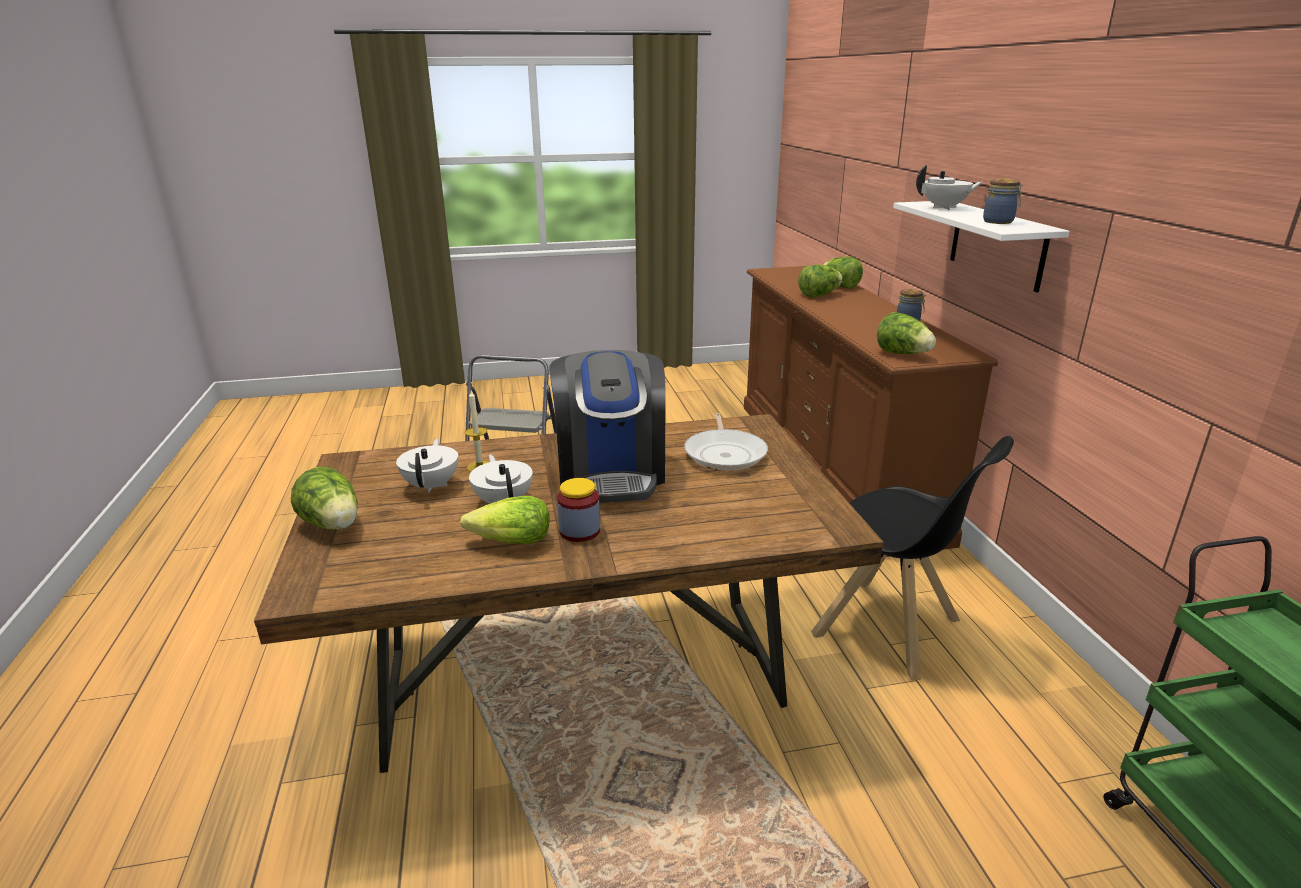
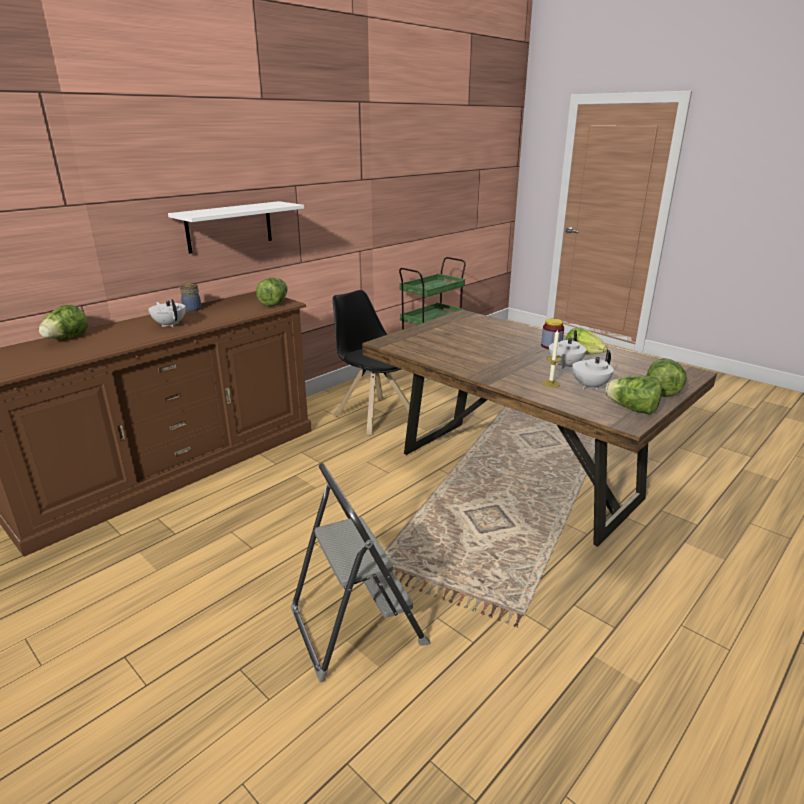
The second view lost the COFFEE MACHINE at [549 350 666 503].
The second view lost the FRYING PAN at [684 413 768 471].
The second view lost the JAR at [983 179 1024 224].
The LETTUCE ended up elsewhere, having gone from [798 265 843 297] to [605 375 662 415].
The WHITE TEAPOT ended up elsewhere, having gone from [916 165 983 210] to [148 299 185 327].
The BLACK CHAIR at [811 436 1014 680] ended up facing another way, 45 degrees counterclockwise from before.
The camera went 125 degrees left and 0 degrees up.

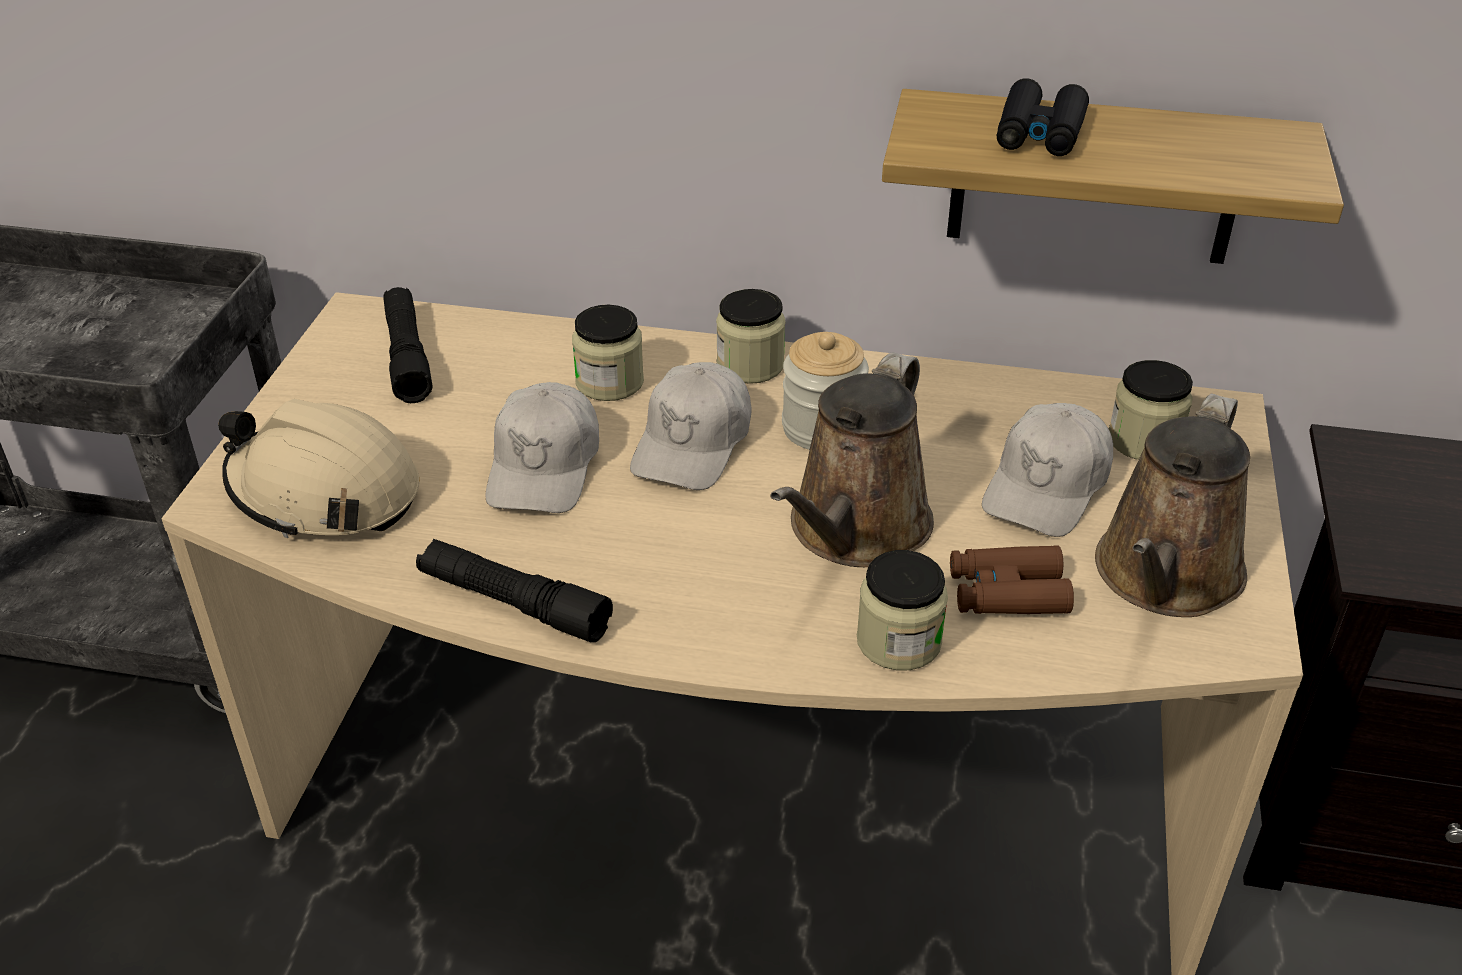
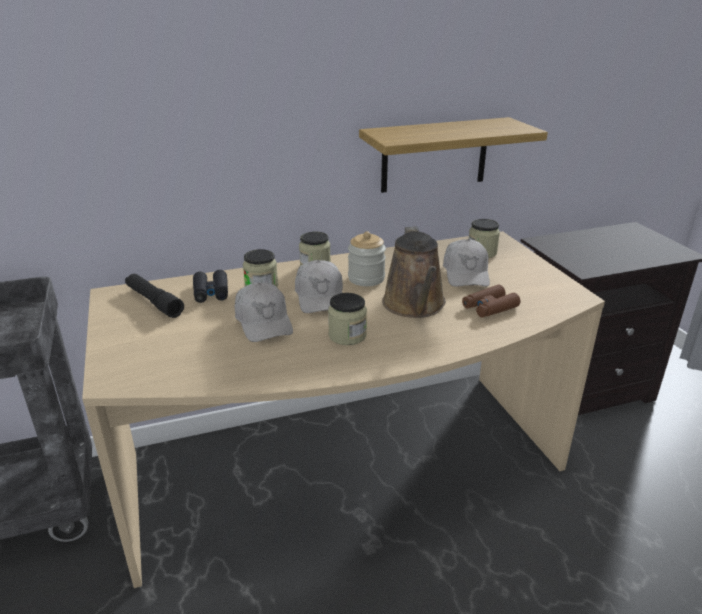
The second view lost the BEIGE HARD HAT at [218 399 420 538].
The second view lost the BLACK FLASHLIGHT at [416 539 613 642].
The second view lost the BROWN WATERING CAN at [1095 394 1250 617].
The JAR ended up elsewhere, having gone from [857 550 948 670] to [328 293 367 345].
The BLACK BINOCULARS ended up elsewhere, having gone from [997 78 1089 156] to [193 270 228 303].
The camera went 30 degrees left and 10 degrees down.

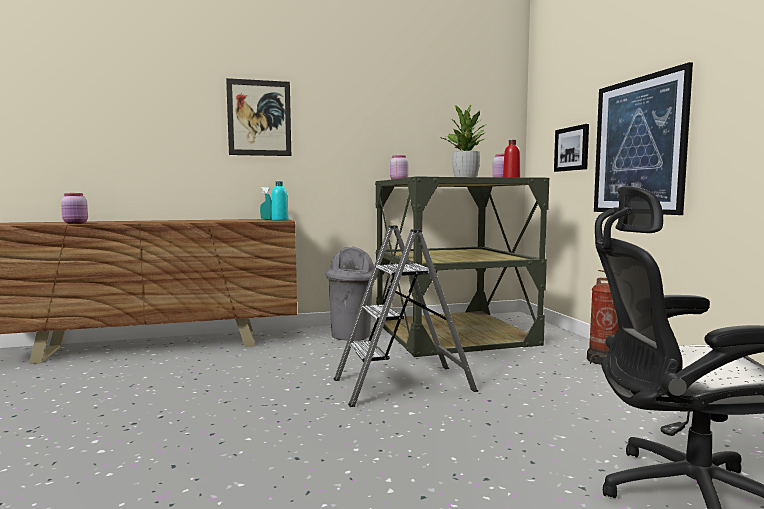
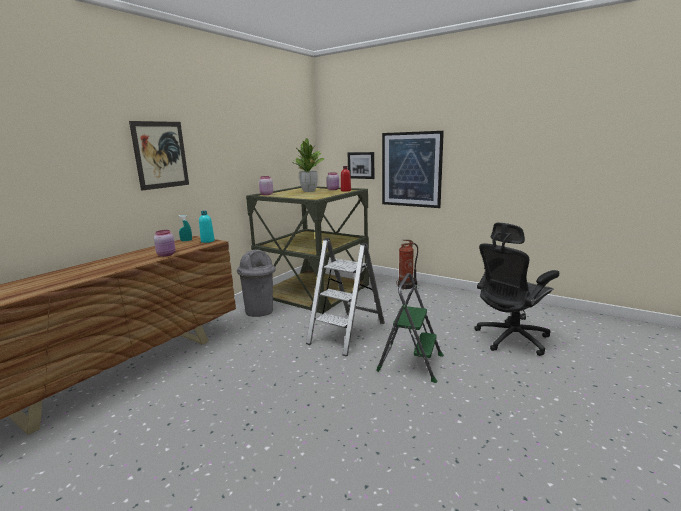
The second view gained the GREEN STEP LADDER at [376 273 444 383].
The PINK JAR ended up elsewhere, having gone from [61 193 88 224] to [154 230 175 257].
The camera went 40 degrees left and 10 degrees up.

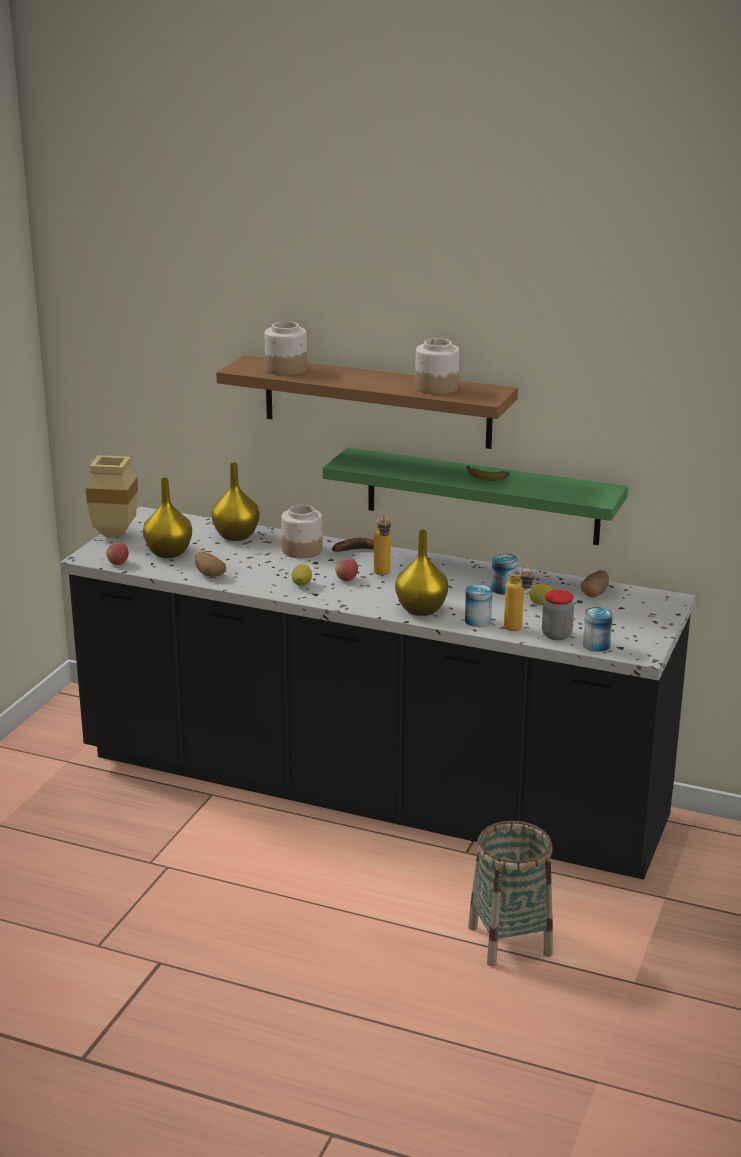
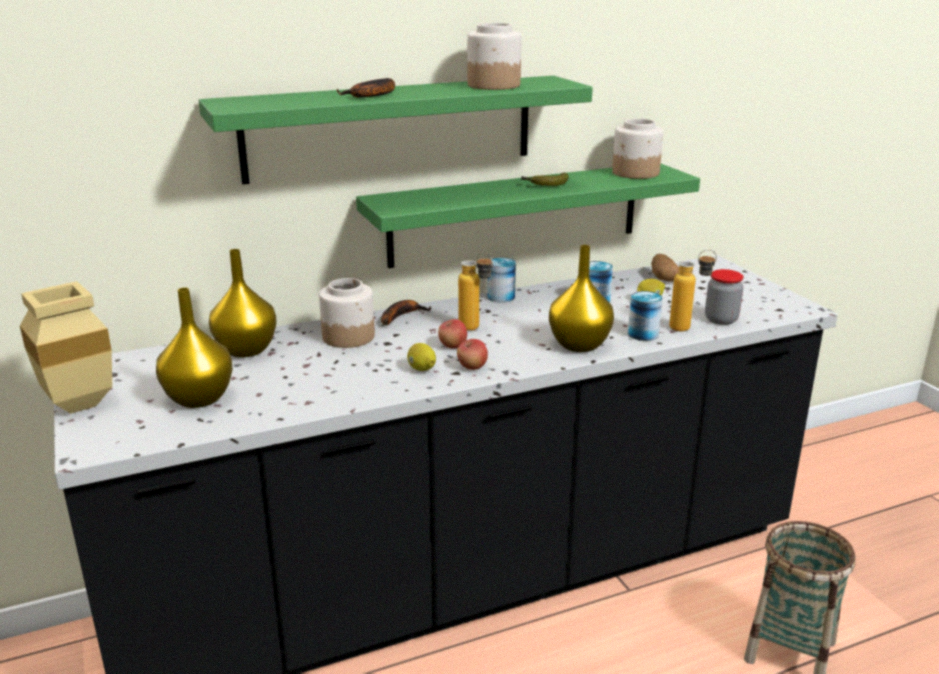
The second view lost the POTATO at [195 552 226 577].
The second view gained the BANANA at [336 78 395 98].
The APPLE ended up elsewhere, having gone from [106 543 129 565] to [457 339 488 370].
The JAR ended up elsewhere, having gone from [265 321 307 375] to [612 119 663 179].
The CAN ended up elsewhere, having gone from [583 607 613 652] to [487 258 516 303].
What was the BROWN SHELF at [216 355 518 449] turned into the GREEN SHELF at [198 76 593 185].
The camera went 45 degrees left and 0 degrees up.

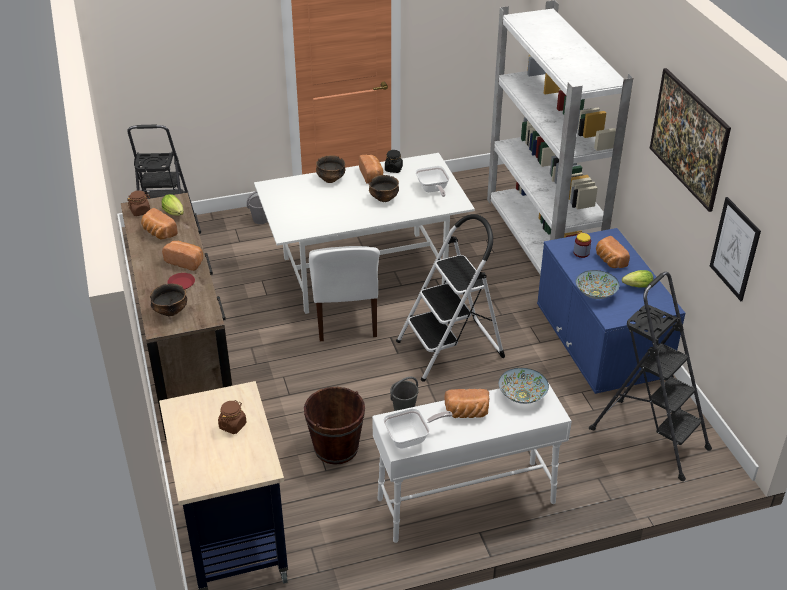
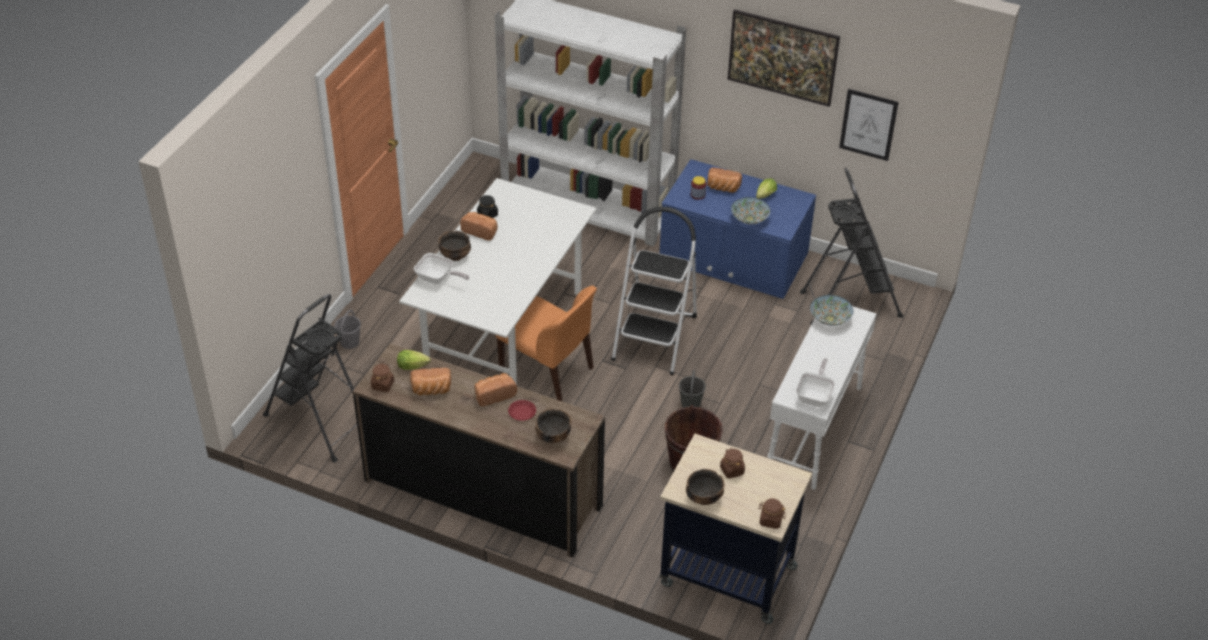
The second view lost the BREAD at [444 389 489 418].
The second view gained the BROWN JAR at [758 498 786 529].
The BOWL ended up elsewhere, having gone from [369 175 399 202] to [686 469 725 505].
The FRYING PAN ended up elsewhere, having gone from [415 166 450 197] to [414 253 469 285].
What was the WHITE CHAIR at [309 246 380 341] turned into the ORANGE CHAIR at [496 286 597 401].
The camera went 50 degrees left and 5 degrees up.

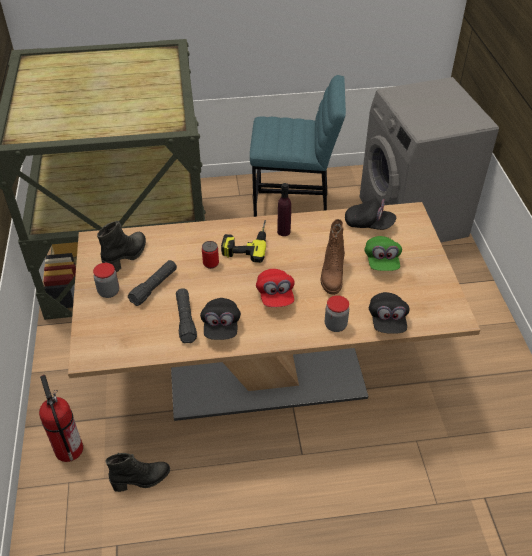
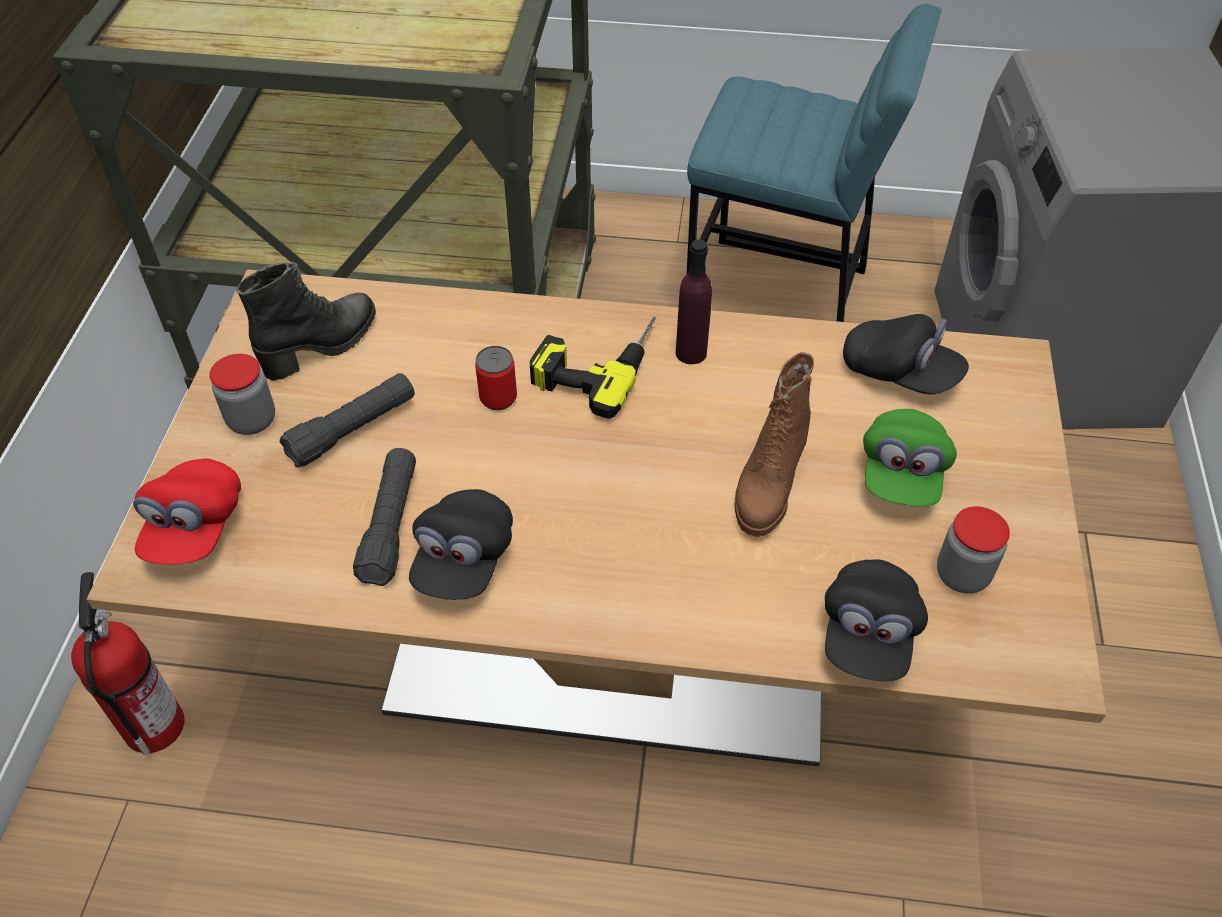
The second view lost the BLACK BOOT at [105 453 170 492].
The RED CAP ended up elsewhere, having gone from [256 269 295 307] to [133 458 241 565].
The JAR ended up elsewhere, having gone from [325 295 349 332] to [937 507 1010 594].
The camera went 15 degrees right and 5 degrees up.

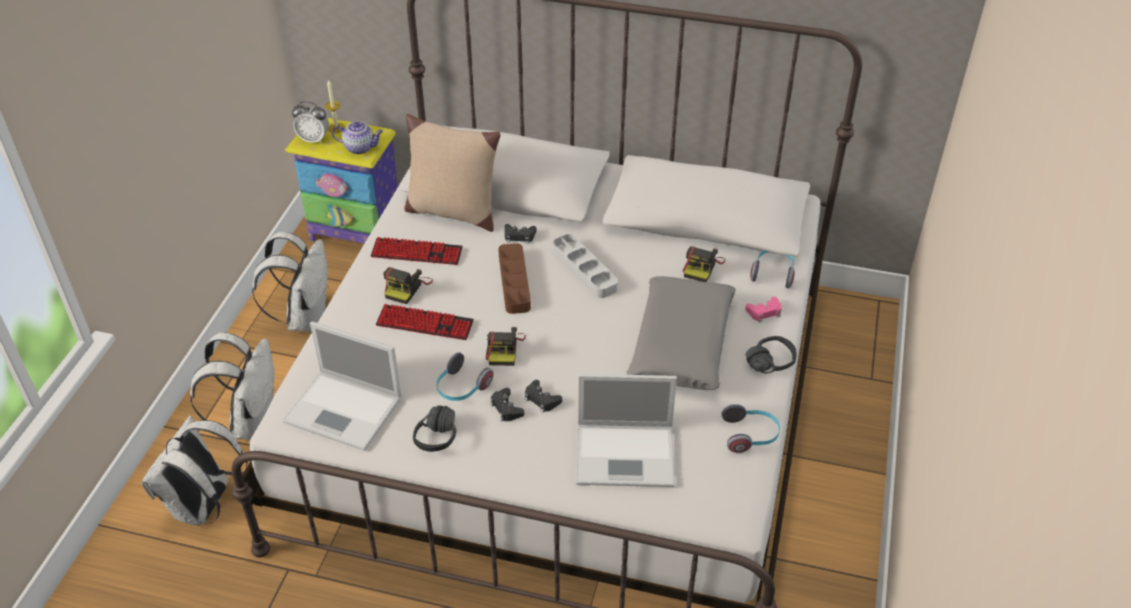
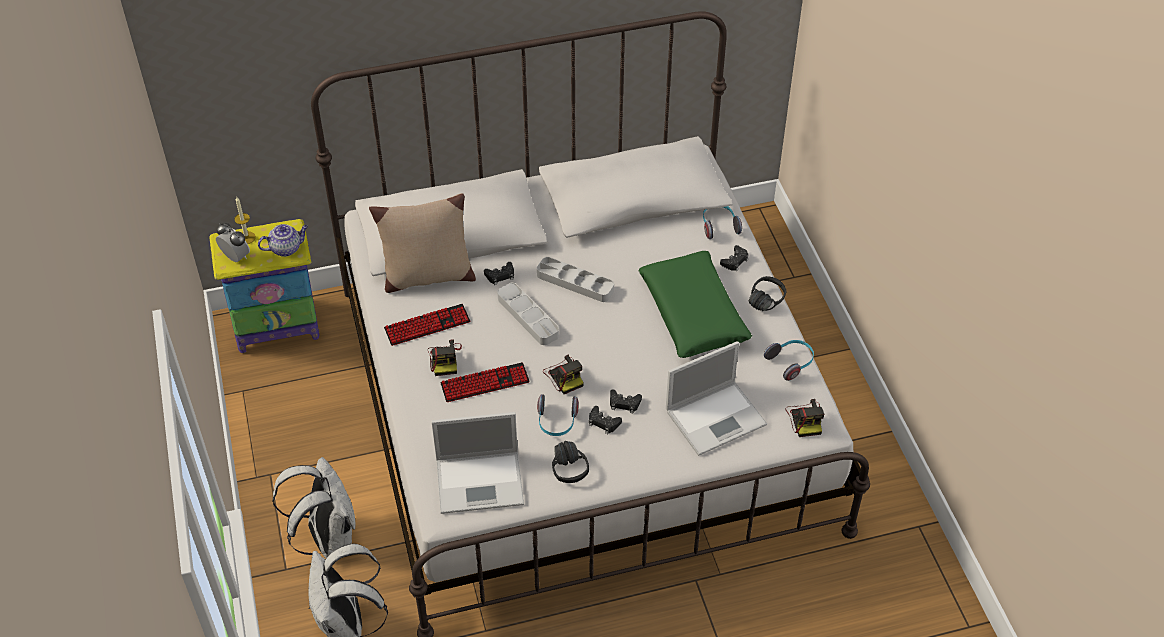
The second view lost the WHITE BACKPACK at [252 232 329 332].
The PHOTO CAMERA ended up elsewhere, having gone from [683 246 725 282] to [786 399 824 437].
What was the BROWN TRAY at [498 243 531 314] turned into the GREY TRAY at [497 283 559 345].
What was the GREY PILLOW at [626 276 736 390] turned into the GREEN PILLOW at [639 251 752 358].
What was the PINK GAME CONTROLLER at [745 297 782 323] turned into the BLACK GAME CONTROLLER at [720 245 749 271].
The ALARM CLOCK at [292 101 329 144] ended up facing another way, 120 degrees counterclockwise from before.
The camera went 30 degrees left and 5 degrees up.

